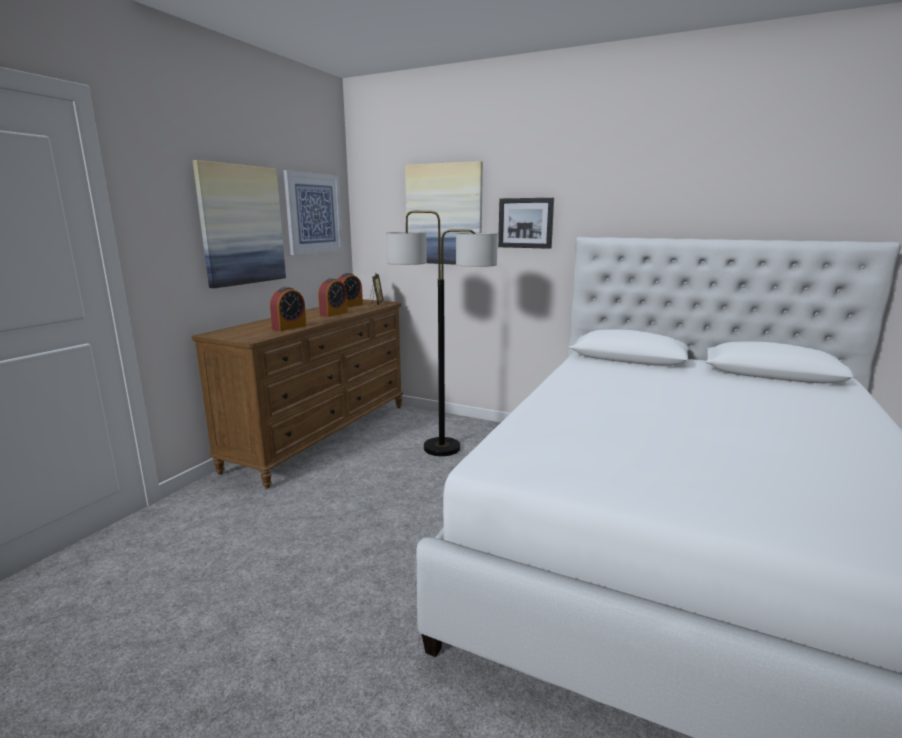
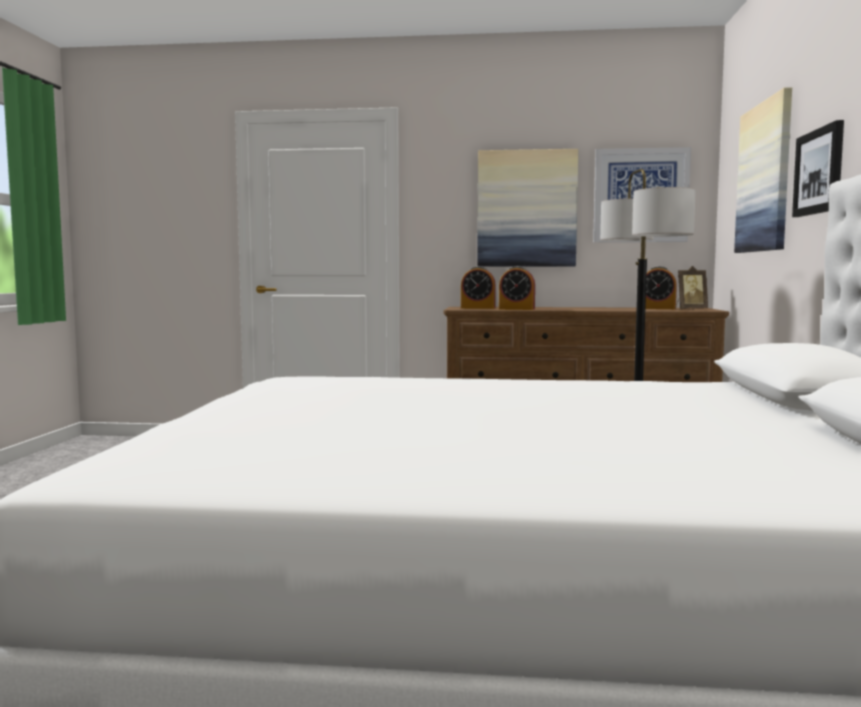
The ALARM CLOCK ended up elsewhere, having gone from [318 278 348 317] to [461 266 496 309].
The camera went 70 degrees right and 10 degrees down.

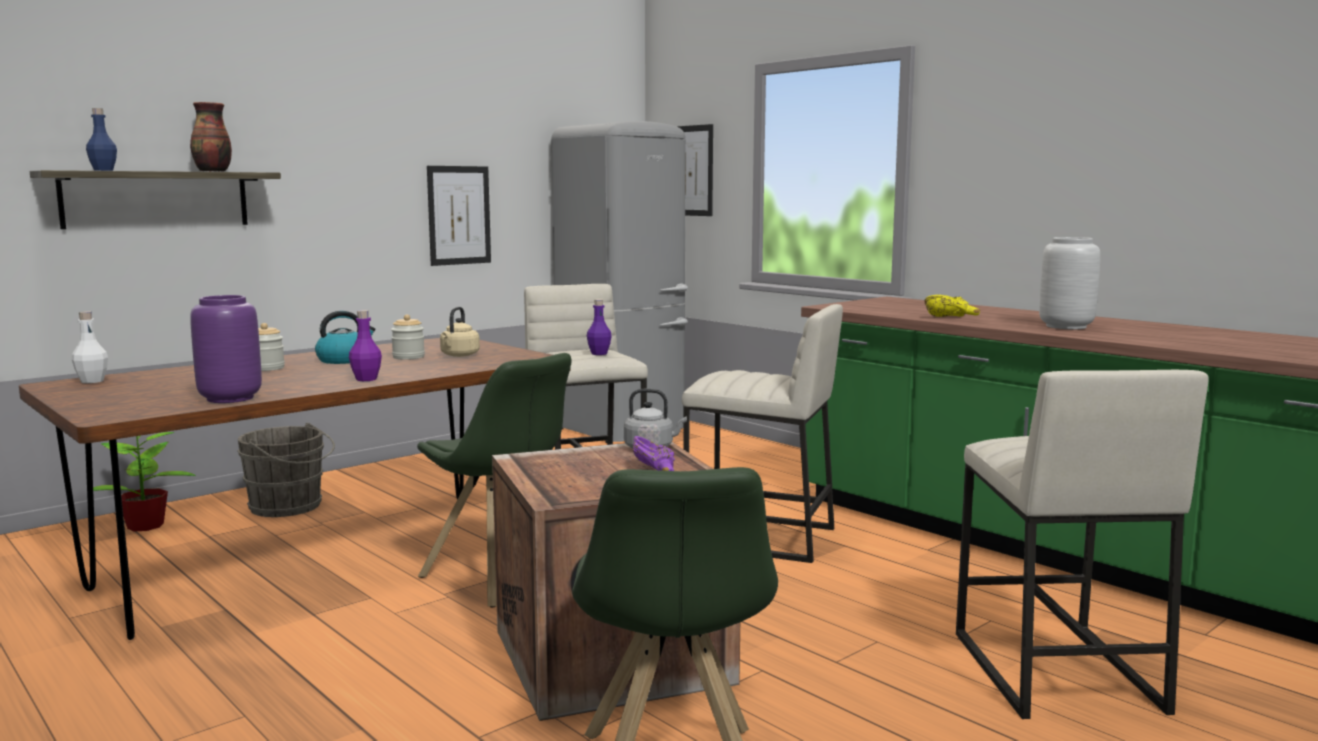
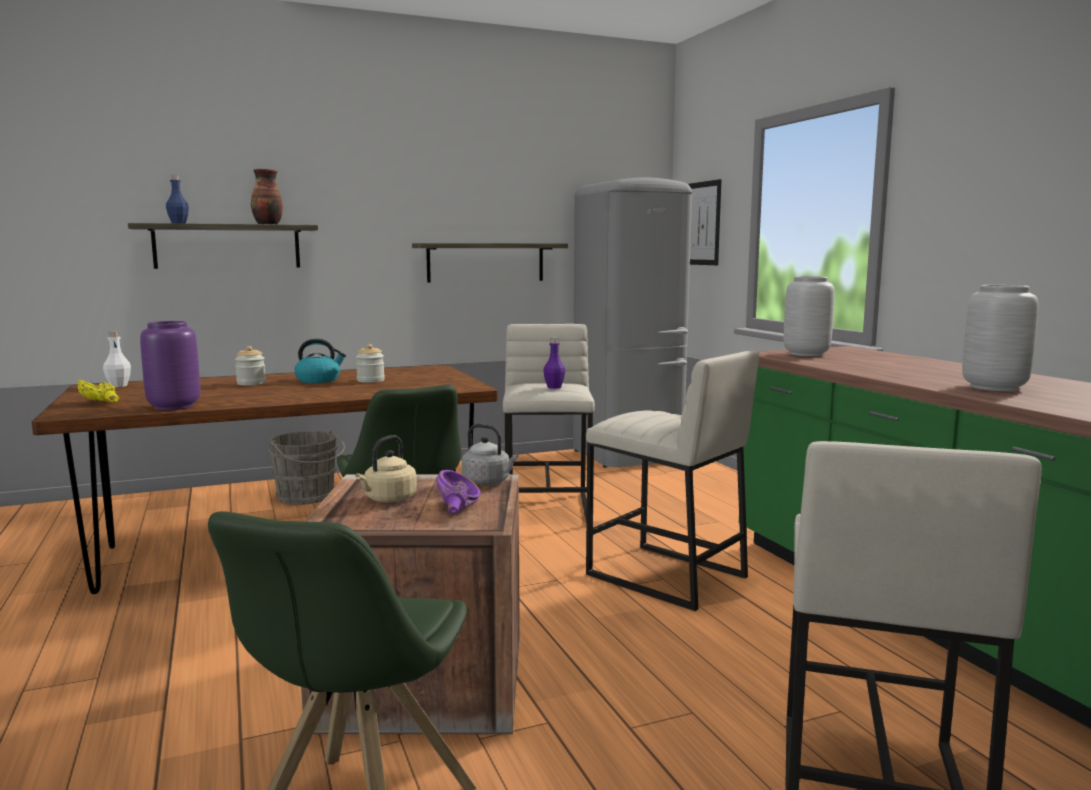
The second view lost the POTTED PLANT at [93 432 196 531].
The second view lost the PURPLE BOTTLE at [349 310 382 381].
The second view gained the GREY VASE at [783 276 835 356].
The BEIGE KETTLE ended up elsewhere, having gone from [440 307 480 357] to [355 435 417 503].
The YELLOW BOWL ended up elsewhere, having gone from [924 295 980 317] to [78 379 120 402].
Where the PICTURE hung at [427 166 491 266], the SHELF came to hang at [412 243 568 283].
The camera went 20 degrees right and 0 degrees up.

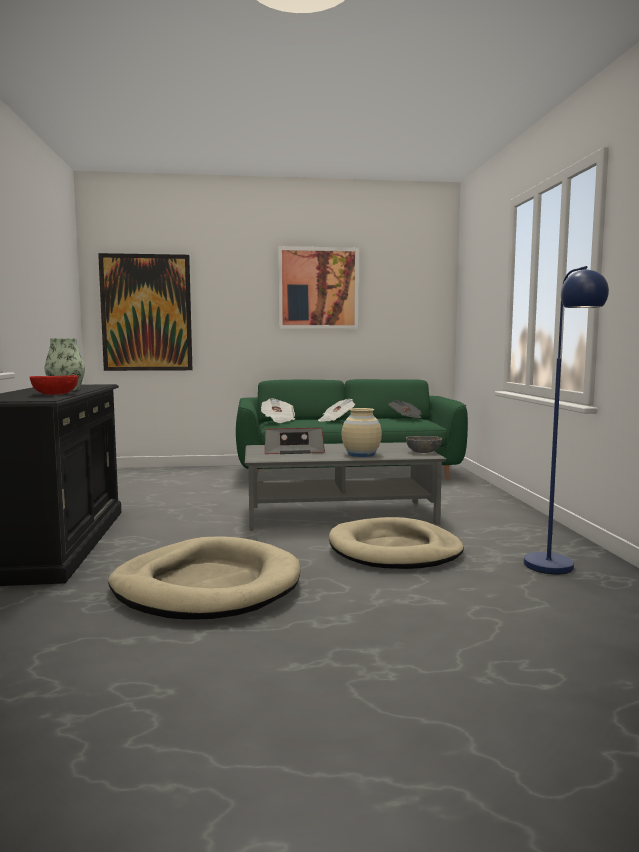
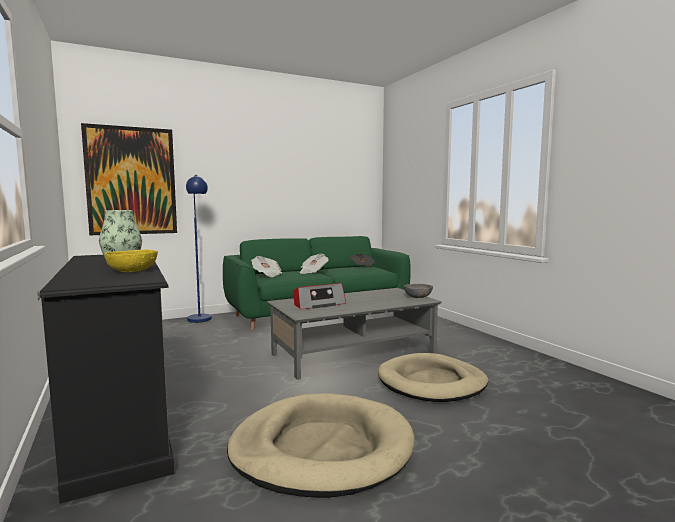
The second view lost the PICTURE at [278 246 359 329].
The second view lost the BEIGE VASE at [341 408 382 457].
The BLUE FLOOR LAMP ended up elsewhere, having gone from [524 266 609 574] to [186 175 212 323].
What was the RED BOWL at [30 375 78 395] turned into the YELLOW BOWL at [104 249 158 272].
The camera went 20 degrees left and 0 degrees up.

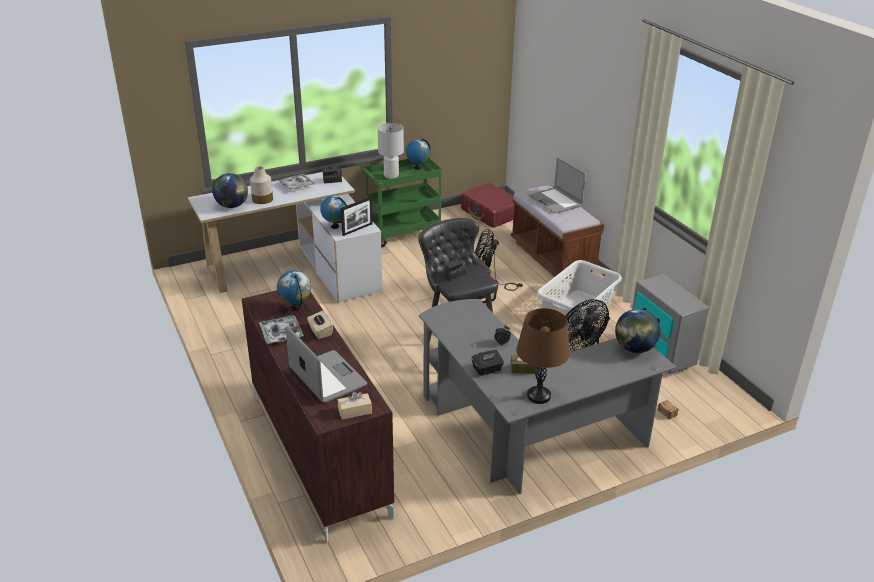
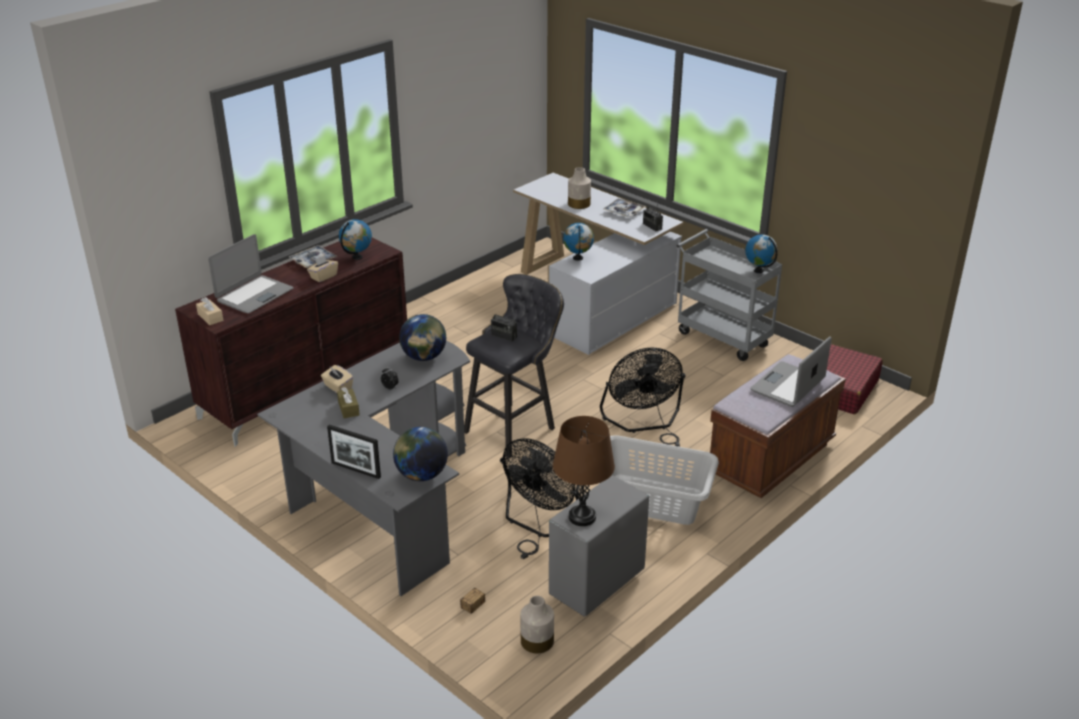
The second view lost the GREY TABLE LAMP at [378 123 404 179].
The second view gained the BEIGE VASE at [520 596 554 653].
The GLOBE ended up elsewhere, having gone from [212 173 248 208] to [399 314 446 361].
The PICTURE FRAME ended up elsewhere, having gone from [341 197 372 236] to [327 425 381 479].
The BROWN TABLE LAMP ended up elsewhere, having gone from [516 308 570 404] to [553 416 615 526].
What was the GREEN CART at [358 157 442 247] turned into the GREY CART at [676 229 782 361].
What was the BLACK TISSUE BOX at [471 350 504 376] turned into the BEIGE TISSUE BOX at [321 365 353 393].
The camera went 70 degrees right and 0 degrees up.

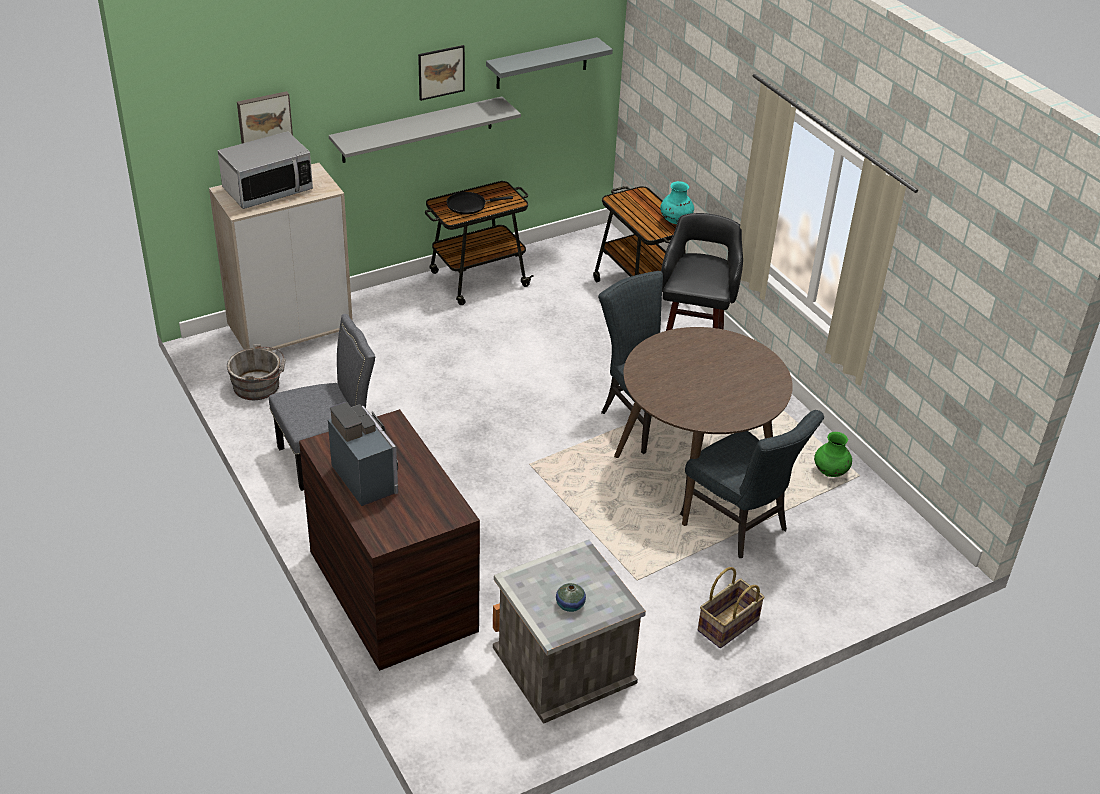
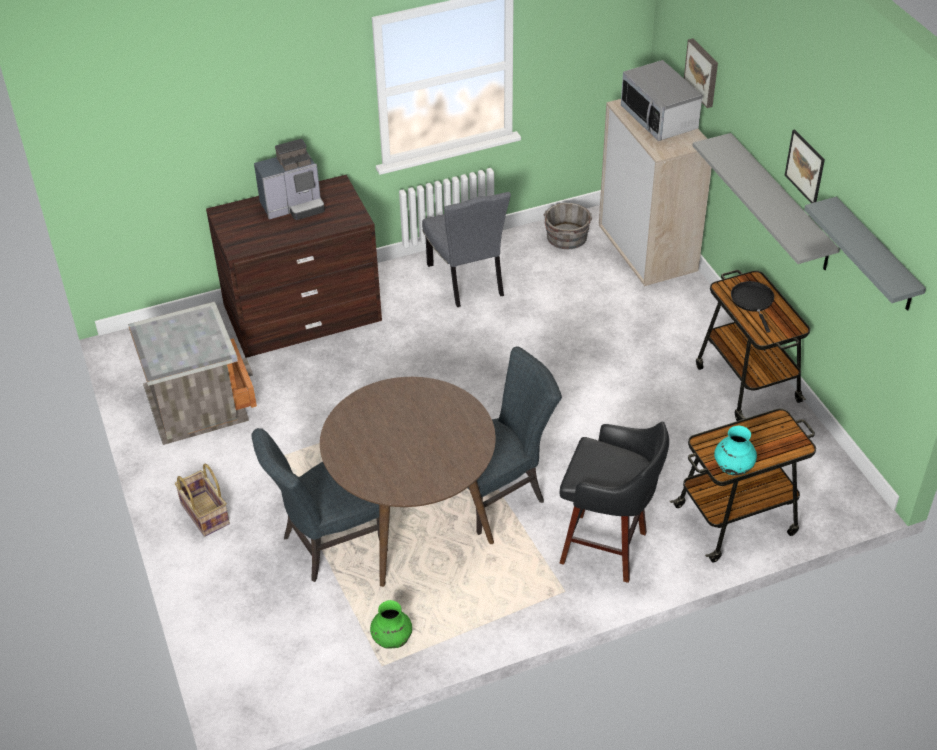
The second view lost the VASE at [556 583 586 612].
The camera went 100 degrees right and 5 degrees up.

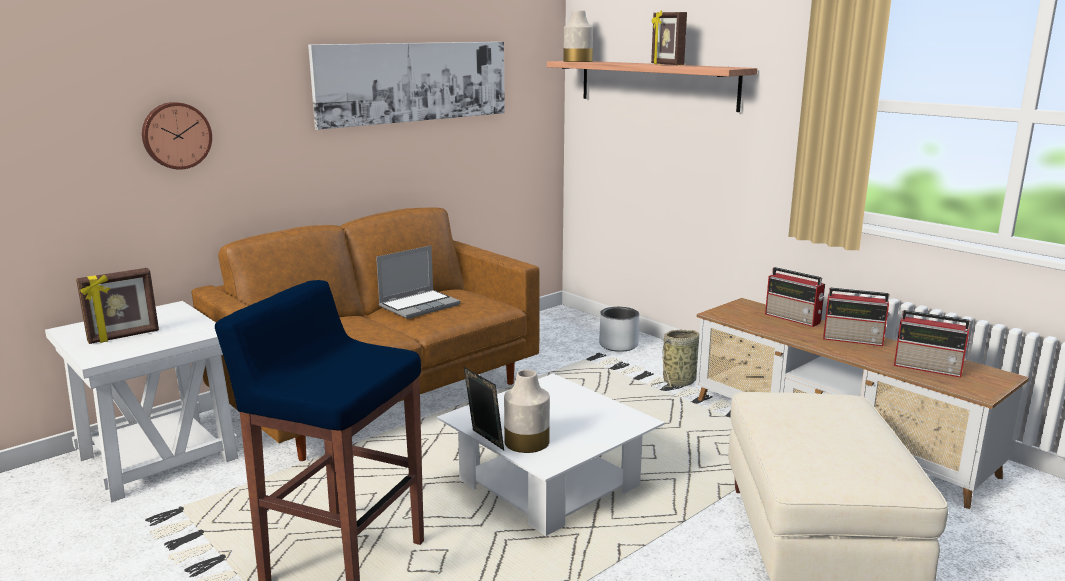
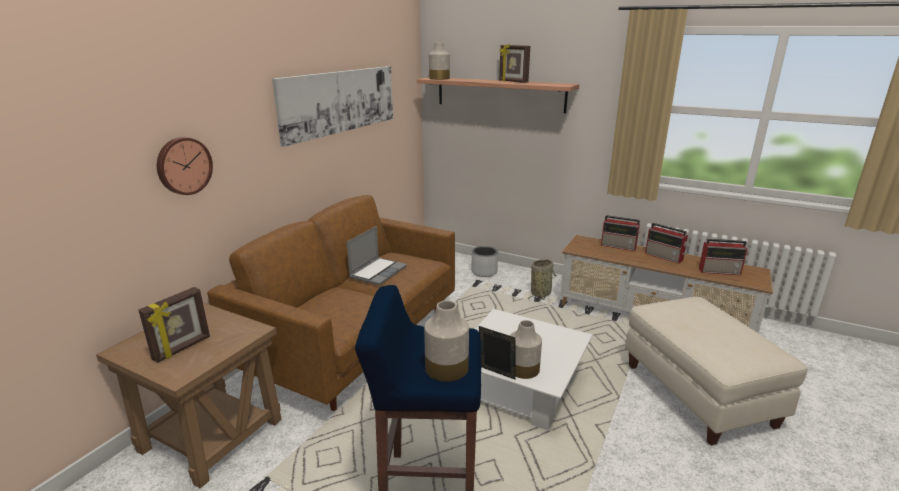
The second view gained the BEIGE VASE at [424 301 469 382].
What was the WHITE SIDE TABLE at [45 301 239 503] turned into the BROWN SIDE TABLE at [96 303 282 488].
The RADIO at [823 287 890 346] ended up facing another way, 45 degrees clockwise from before.
The camera went 20 degrees left and 5 degrees up.

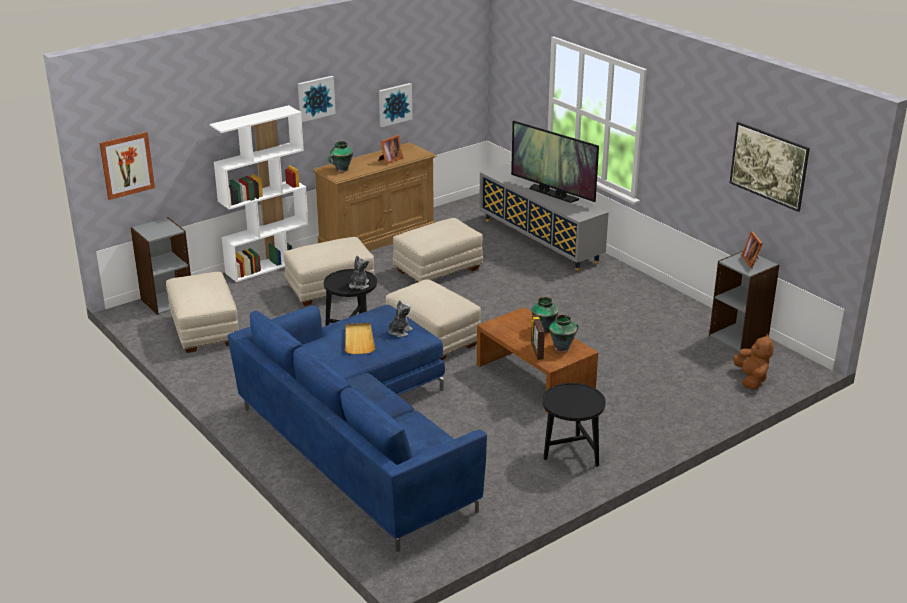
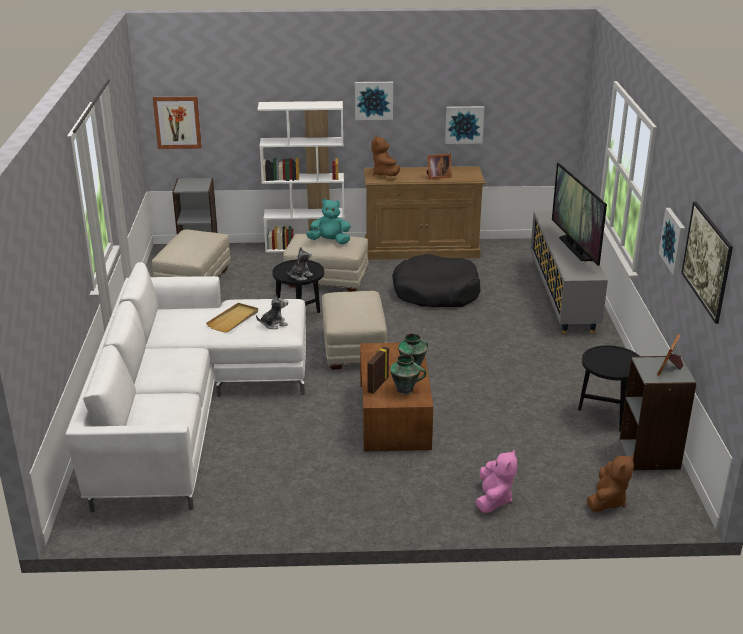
The second view gained the TURQUOISE PLUSH TOY at [306 199 351 244].
The second view gained the PINK PLUSH TOY at [476 450 517 513].
The second view gained the PICTURE at [659 208 685 275].
The BLACK SIDE TABLE ended up elsewhere, having gone from [542 383 606 467] to [578 345 639 432].
Where the VASE stood at [328 141 353 172], the BROWN PLUSH TOY came to stand at [371 135 400 176].
Where the BEIGE OTTOMAN stood at [393 218 483 283], the BLACK DOG BED came to stand at [392 254 480 307].
What was the BLUE SOFA at [228 305 487 552] turned into the WHITE SOFA at [65 262 307 512].
The camera went 35 degrees right and 0 degrees up.

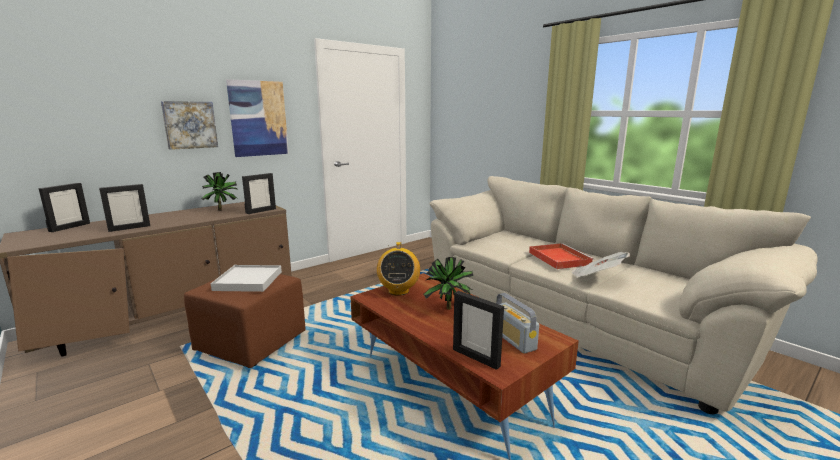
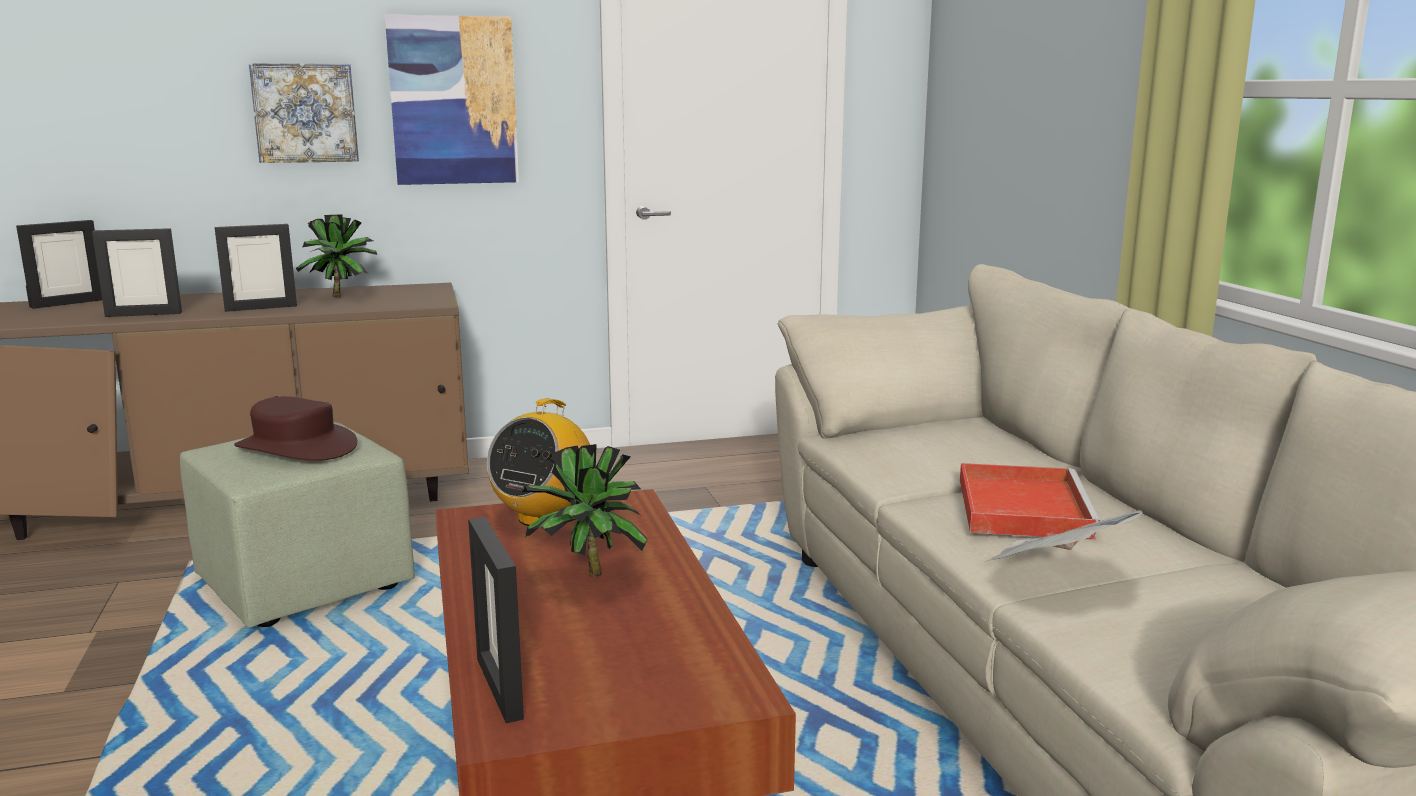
The second view lost the RADIO at [496 293 539 354].
The PICTURE FRAME ended up elsewhere, having gone from [242 173 276 214] to [215 224 297 312].
Where the WHITE TRAY stood at [211 265 282 292], the BROWN HAT came to stand at [234 396 357 461].
What was the BROWN OTTOMAN at [184 274 306 368] turned into the GREEN OTTOMAN at [180 422 415 628].
The camera went 25 degrees right and 0 degrees up.

